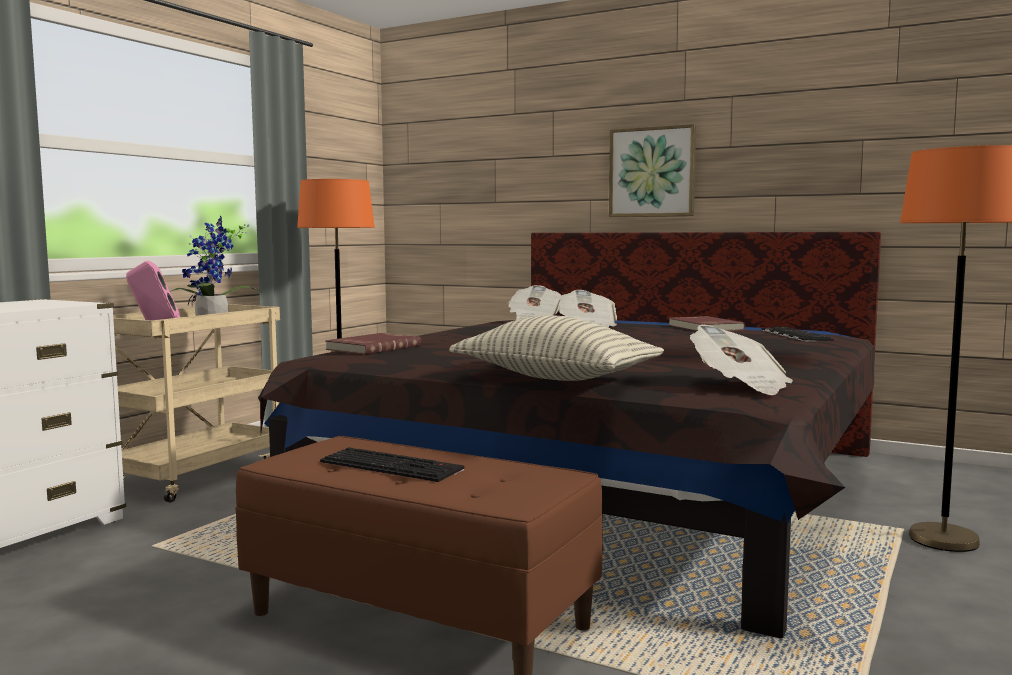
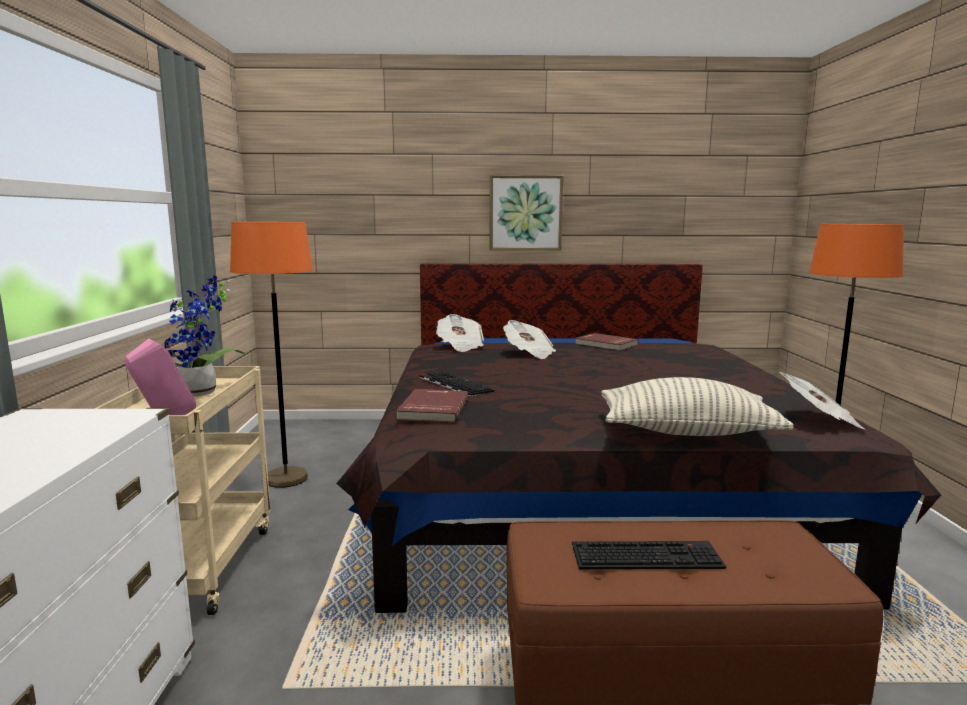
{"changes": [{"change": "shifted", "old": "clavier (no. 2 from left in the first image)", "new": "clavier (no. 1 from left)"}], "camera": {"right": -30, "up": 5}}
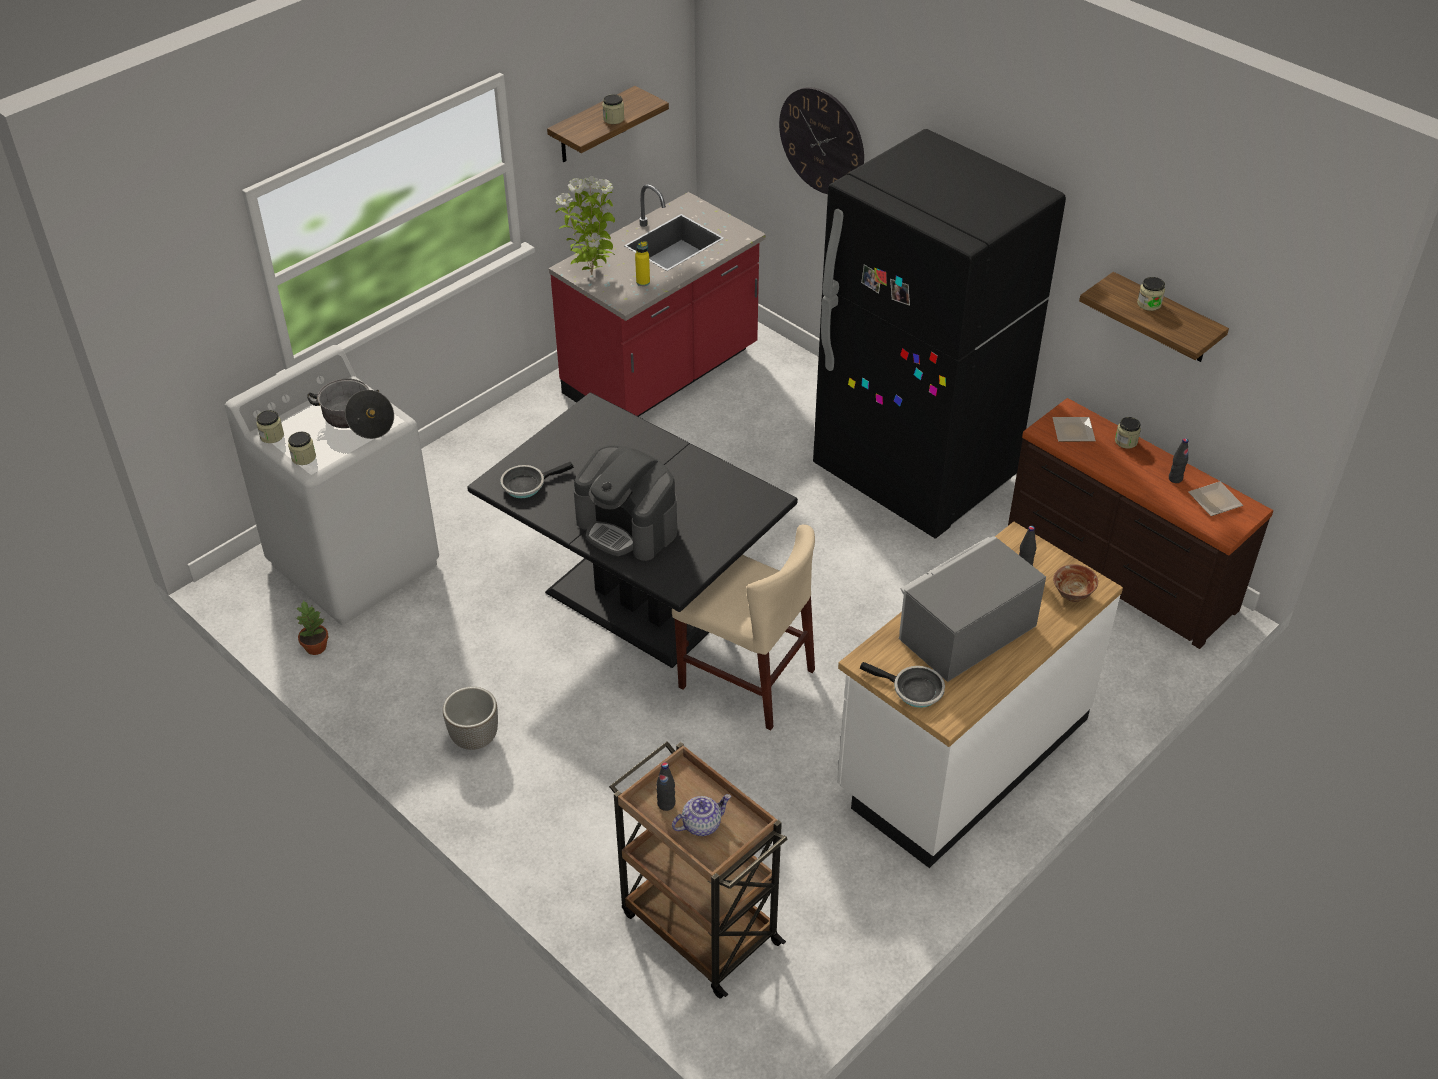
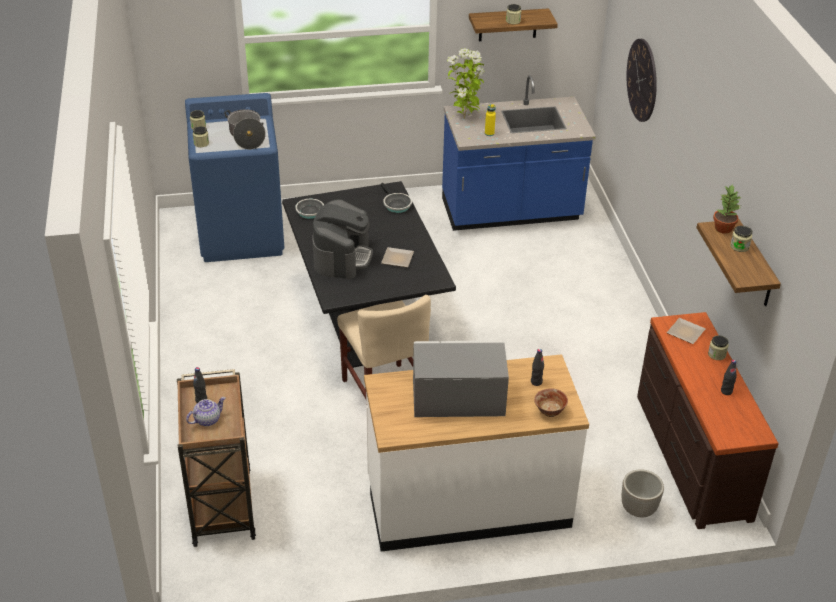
{"changes": [{"change": "gone", "old": "réfrigérateur [noir]"}, {"change": "repainted", "old": "comptoir de cuisine [rouge]", "new": "comptoir de cuisine [bleu]"}, {"change": "repainted", "old": "lave-linge [blanc]", "new": "lave-linge [bleu]"}, {"change": "rotated", "old": "machine à café", "degrees": -150}, {"change": "shifted", "old": "assiette (no. 2 from left in the first image)", "new": "assiette (no. 1 from left)"}, {"change": "shifted", "old": "plante en pot (no. 1 from left in the first image)", "new": "plante en pot (no. 2 from left)"}, {"change": "shifted", "old": "poêle (no. 2 from left)"}, {"change": "shifted", "old": "cache-pot"}, {"change": "rotated", "old": "théière", "degrees": -45}], "camera": {"right": 35, "up": -5}}
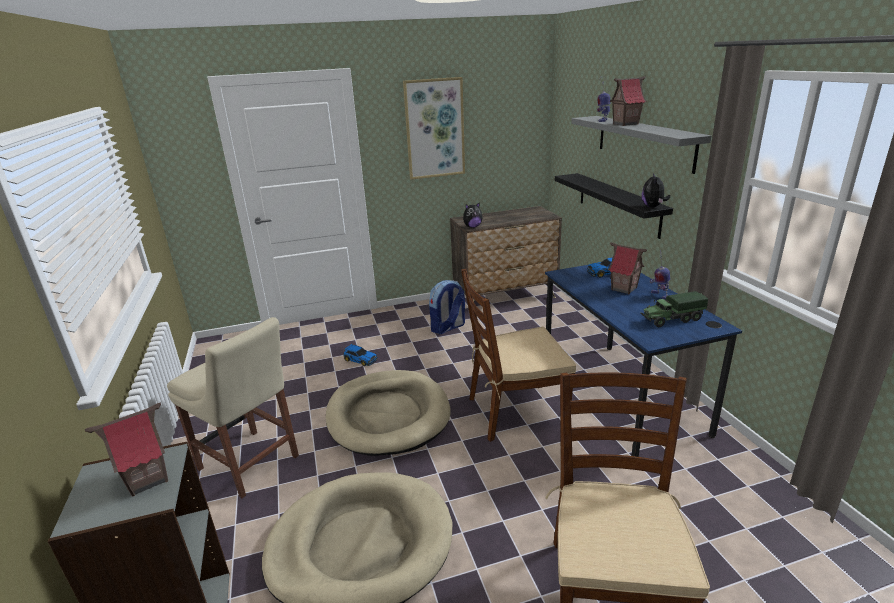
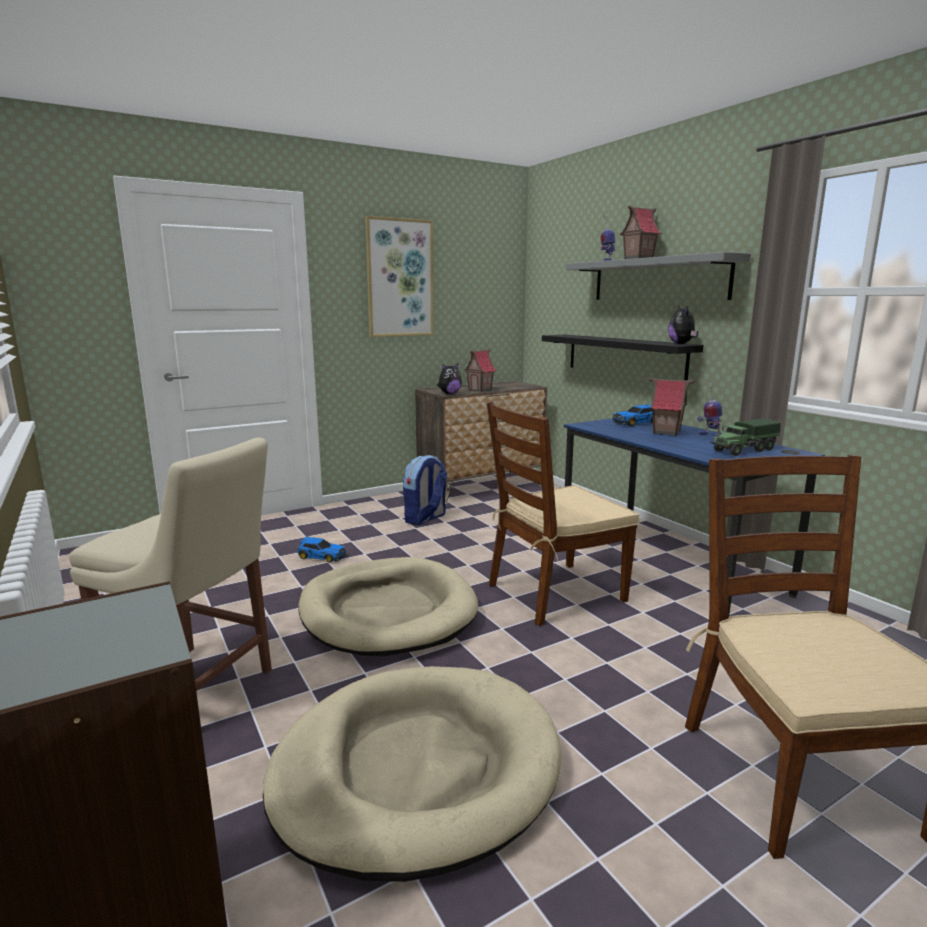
{"changes": [{"change": "shifted", "old": "maison miniature (no. 1 from left)"}], "camera": {"right": -15, "up": -10}}
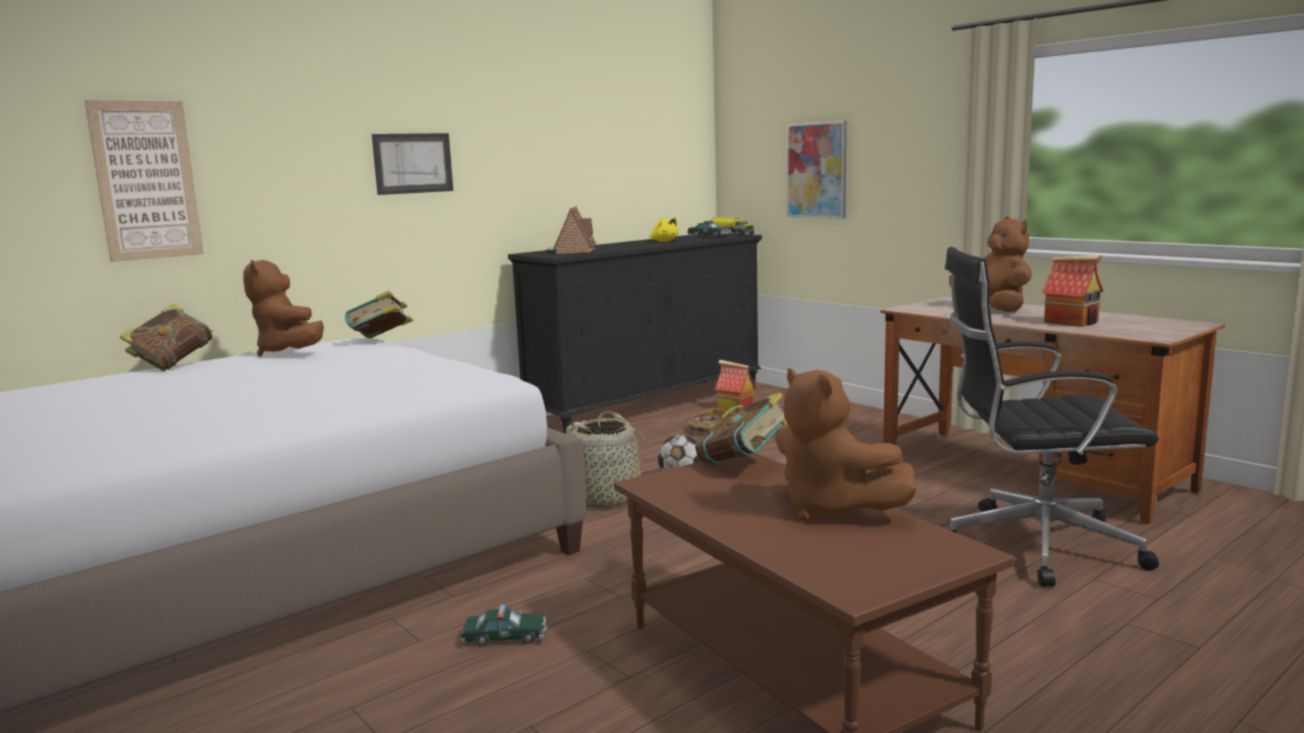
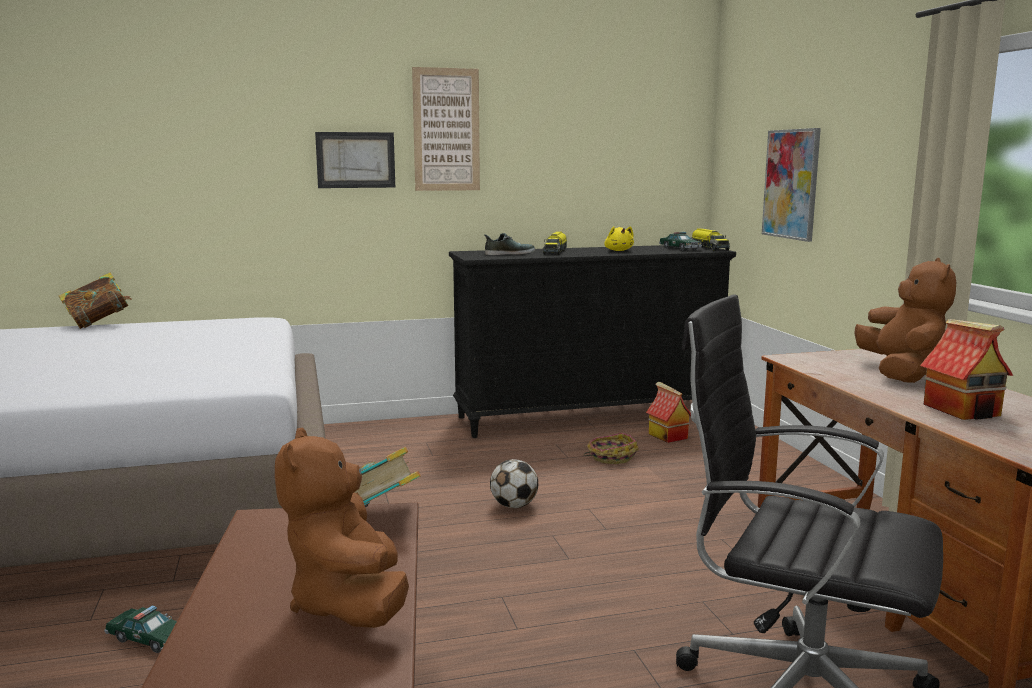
{"changes": [{"change": "shifted", "old": "tableau (no. 1 from left in the first image)", "new": "tableau (no. 2 from left)"}, {"change": "swapped", "old": "maison miniature (no. 1 from left)", "new": "chaussure"}, {"change": "gone", "old": "peluche [marron] (no. 1 from left)"}, {"change": "gone", "old": "livre (no. 2 from left)"}, {"change": "gone", "old": "panier (no. 1 from left)"}, {"change": "new", "new": "camion jouet (no. 1 from left)"}], "camera": {"right": 25, "up": 0}}
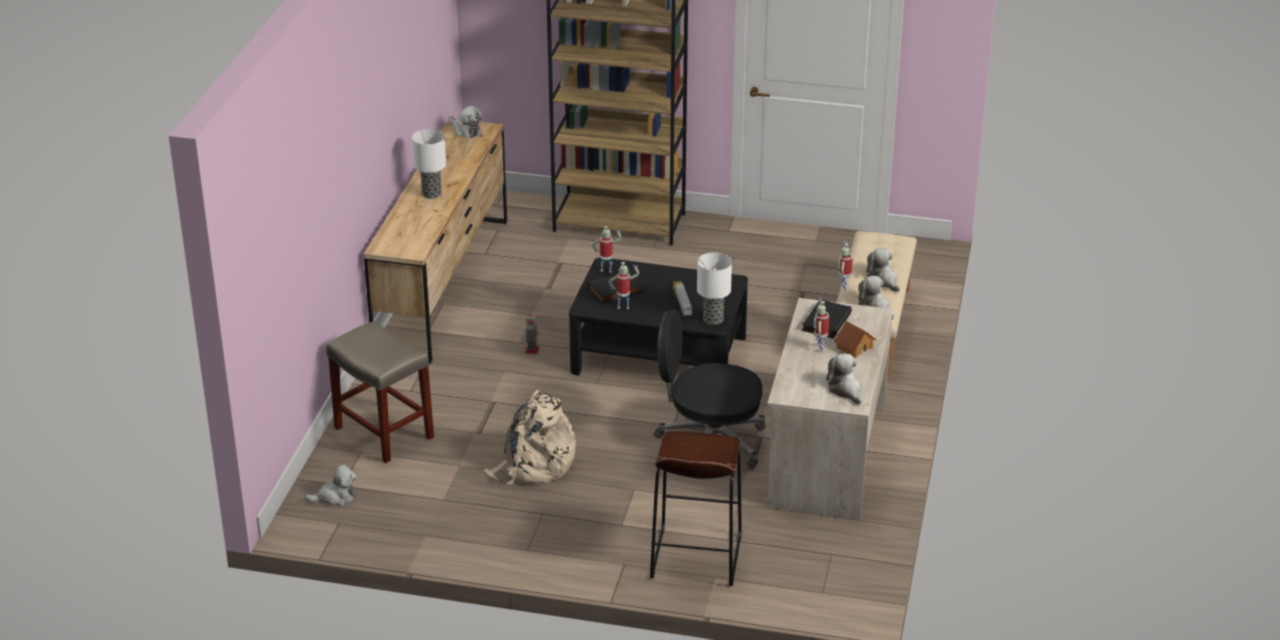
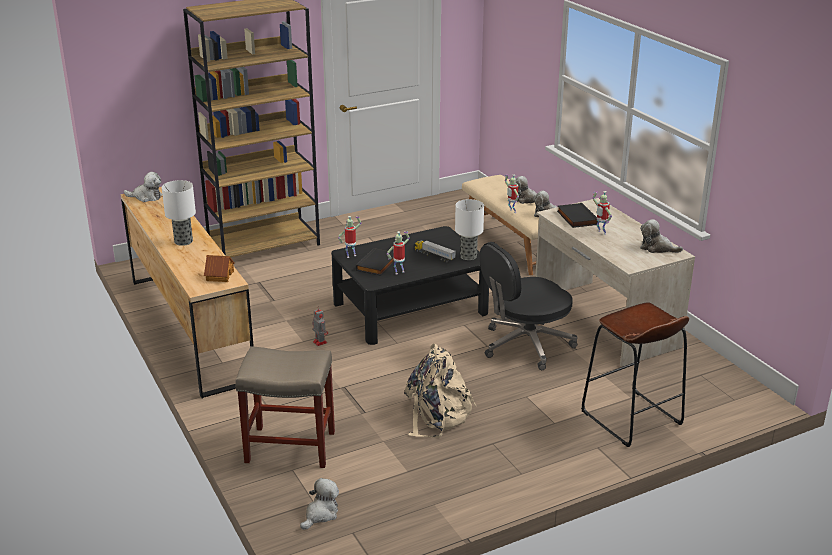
{"changes": [{"change": "shifted", "old": "maison miniature"}], "camera": {"right": -40, "up": -5}}
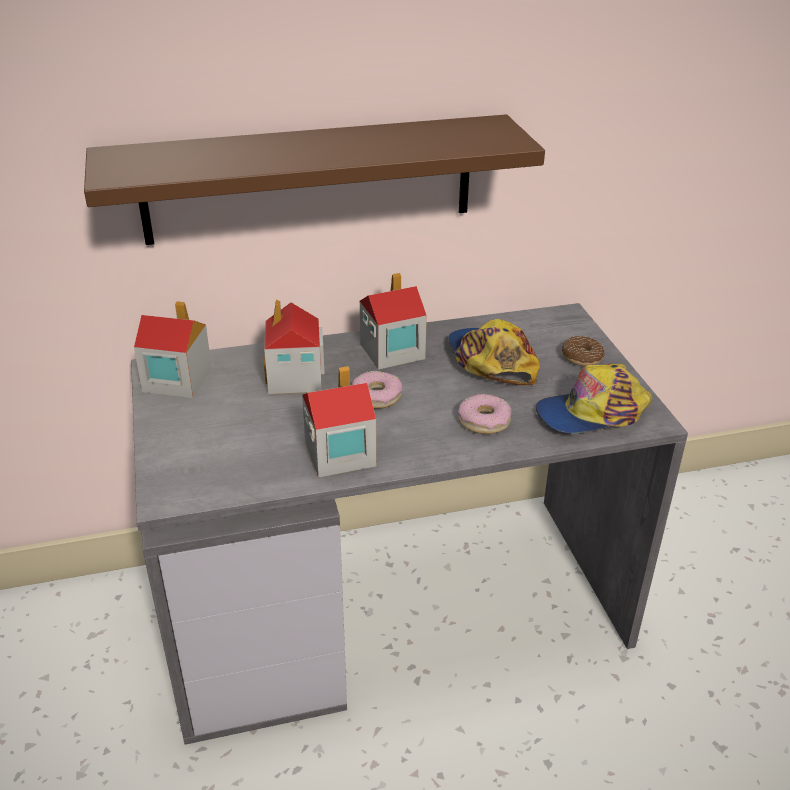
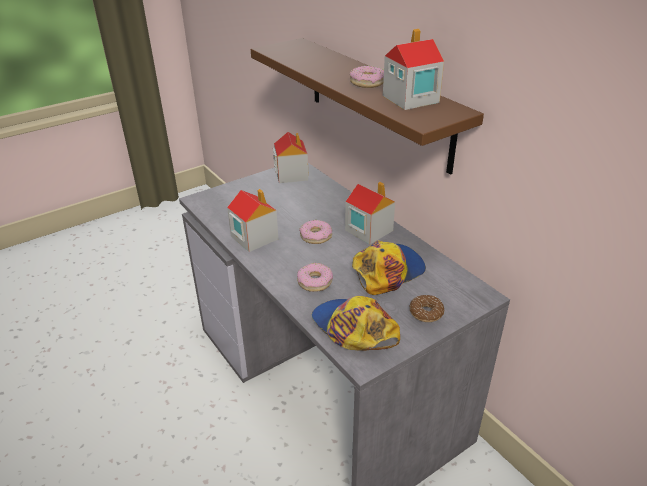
{"changes": [{"change": "shifted", "old": "maison miniature (no. 2 from left in the first image)", "new": "maison miniature (no. 4 from left)"}, {"change": "new", "new": "beignet (no. 3 from left)"}], "camera": {"right": 70, "up": 0}}
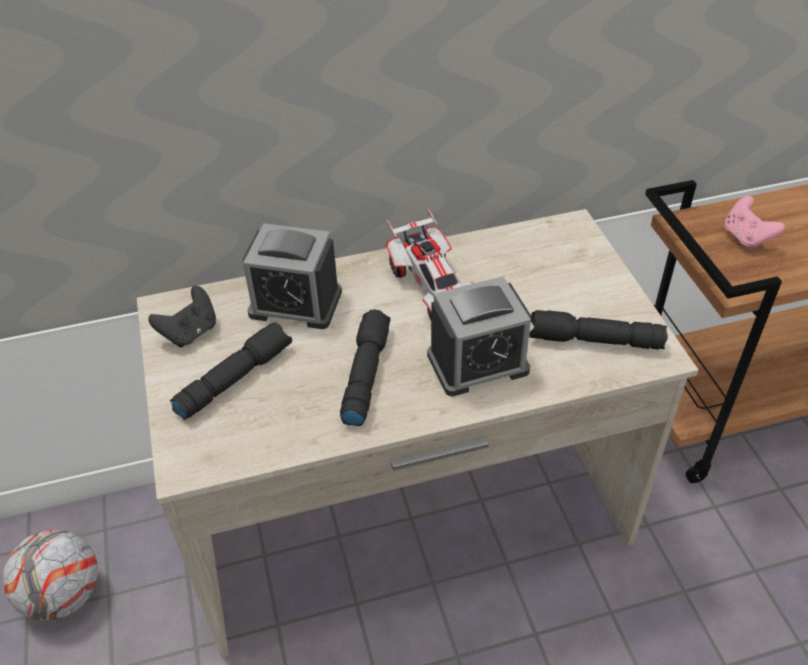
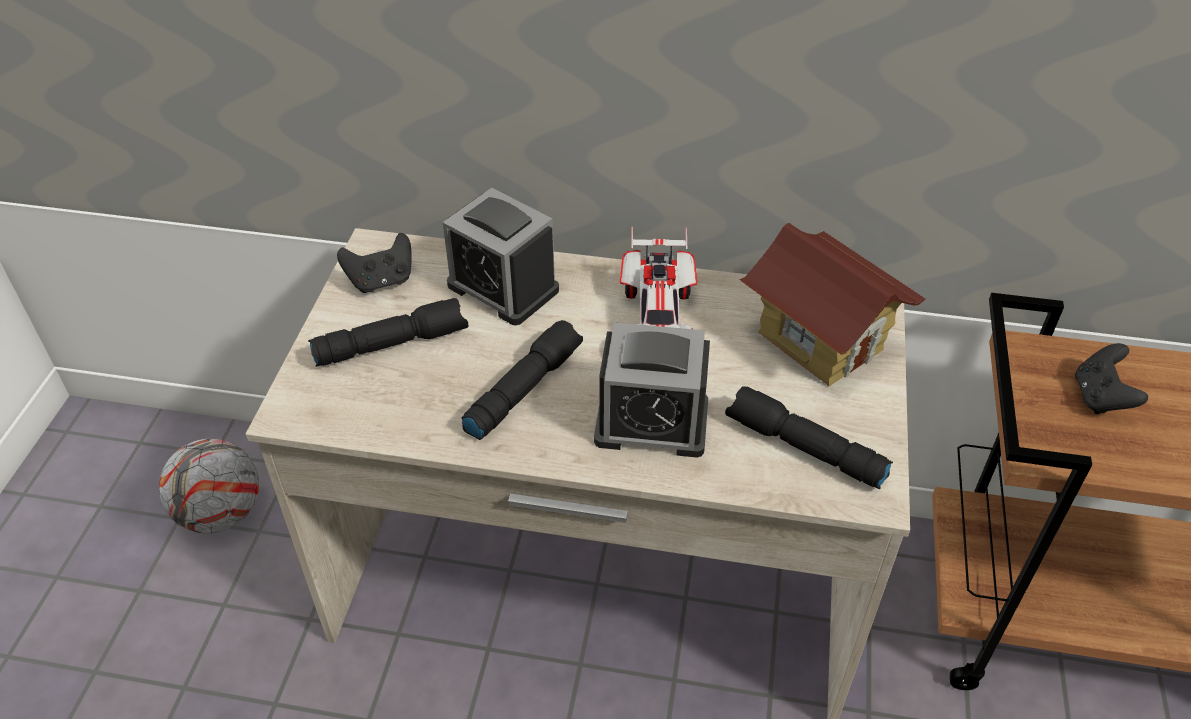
{"changes": [{"change": "repainted", "old": "manette [rose]", "new": "manette [noir] (no. 2 from left)"}, {"change": "new", "new": "maison miniature"}], "camera": {"right": 25, "up": 0}}
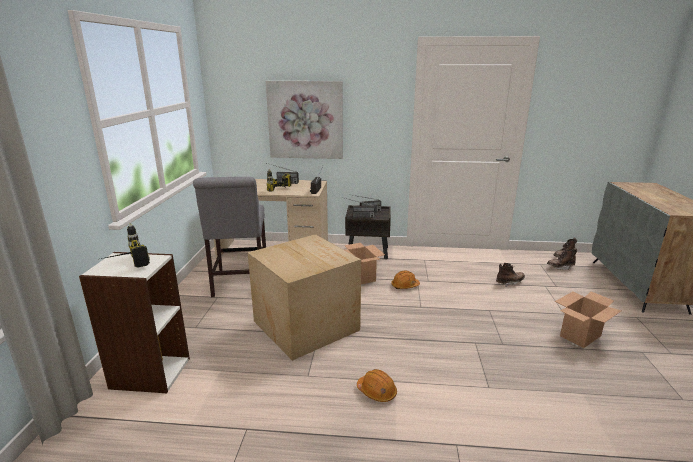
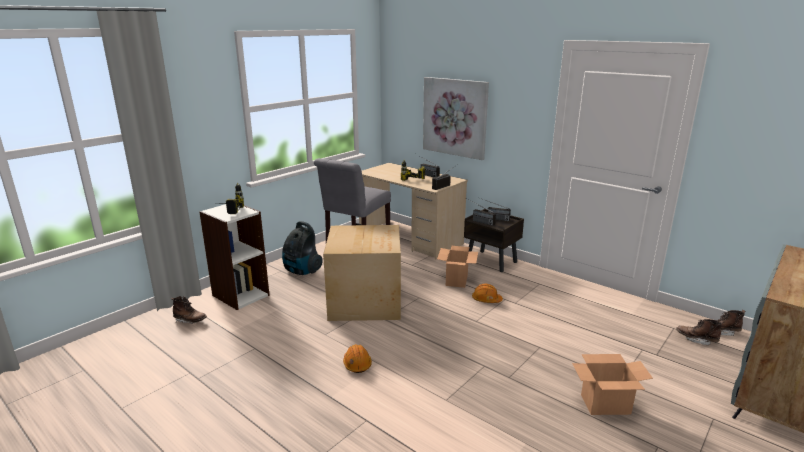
{"changes": [{"change": "shifted", "old": "botte [marron] (no. 1 from left)"}, {"change": "new", "new": "aspirateur"}], "camera": {"right": 35, "up": 0}}
